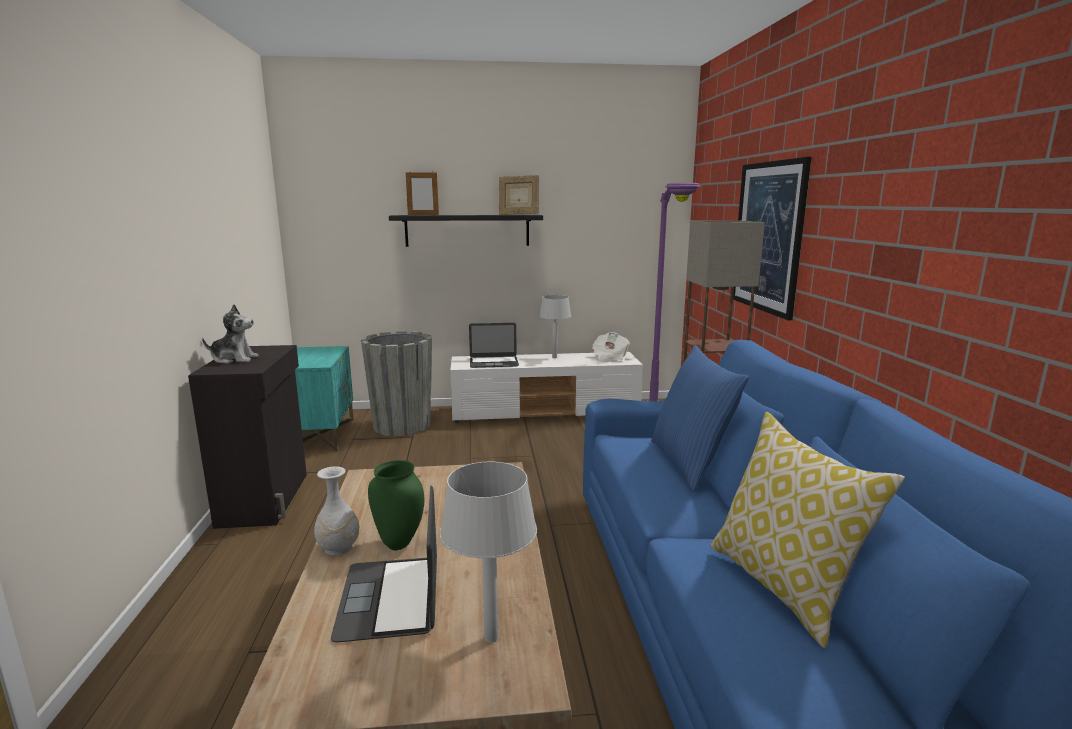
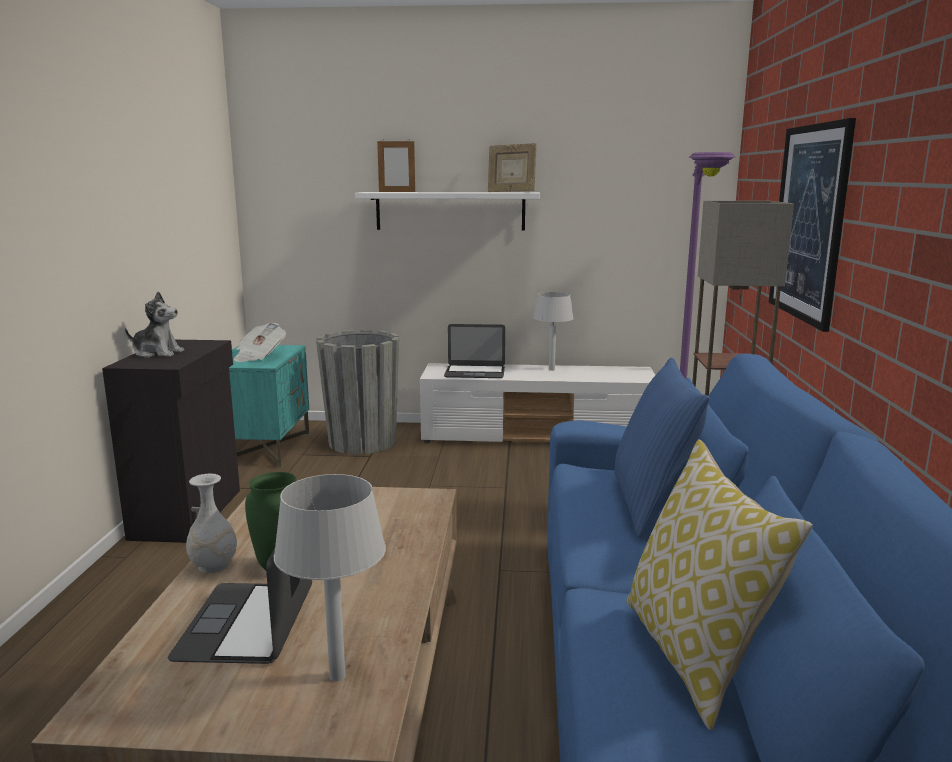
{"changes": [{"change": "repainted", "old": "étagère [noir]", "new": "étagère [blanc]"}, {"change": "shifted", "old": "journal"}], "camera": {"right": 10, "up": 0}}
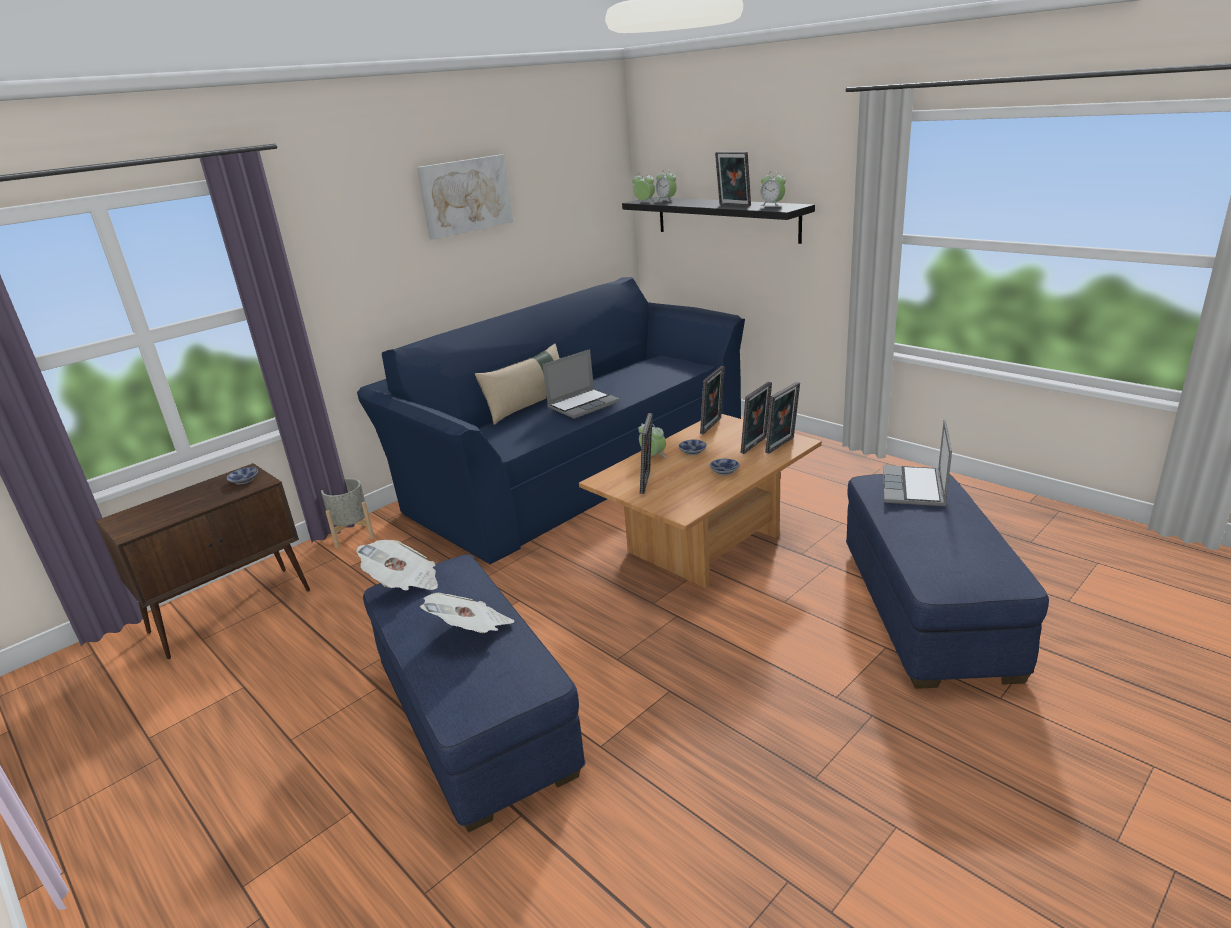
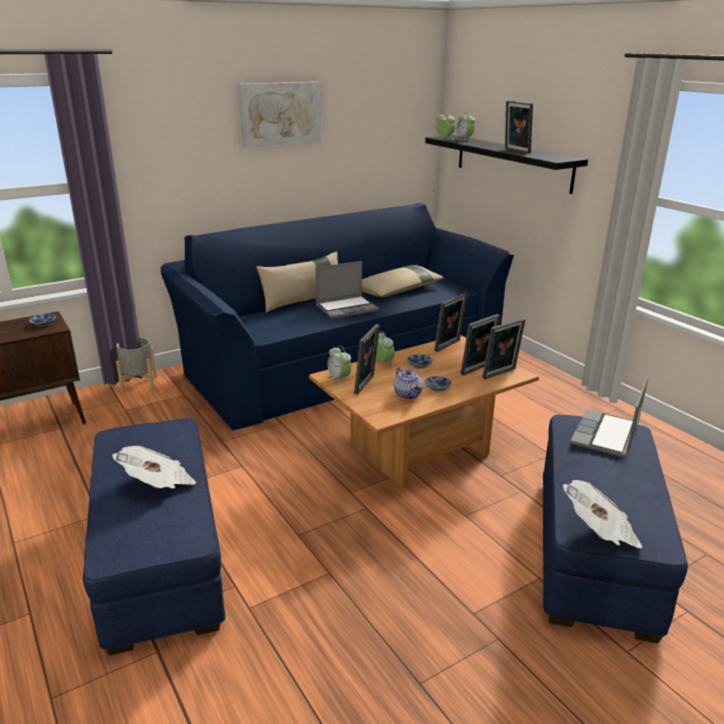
{"changes": [{"change": "shifted", "old": "réveil (no. 4 from left in the first image)", "new": "réveil (no. 1 from left)"}, {"change": "shifted", "old": "journal (no. 1 from left in the first image)", "new": "journal (no. 2 from left)"}, {"change": "new", "new": "coussin [beige] (no. 2 from left)"}, {"change": "new", "new": "théière"}], "camera": {"right": 10, "up": 0}}
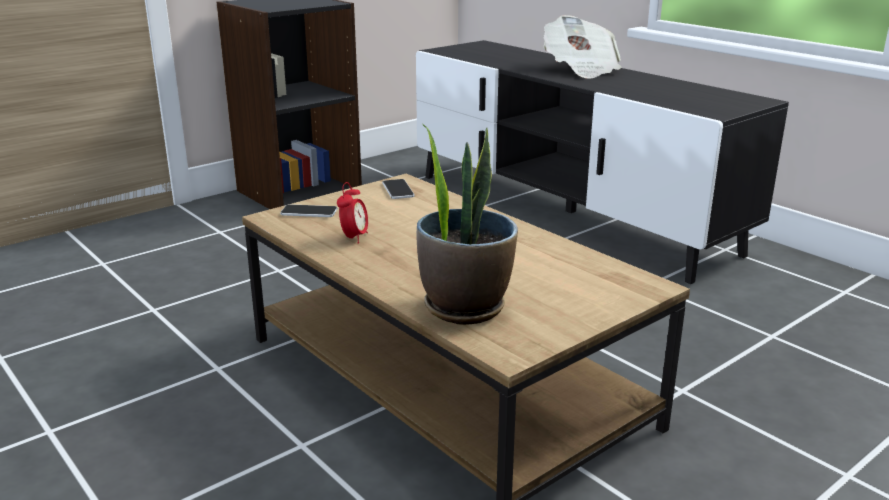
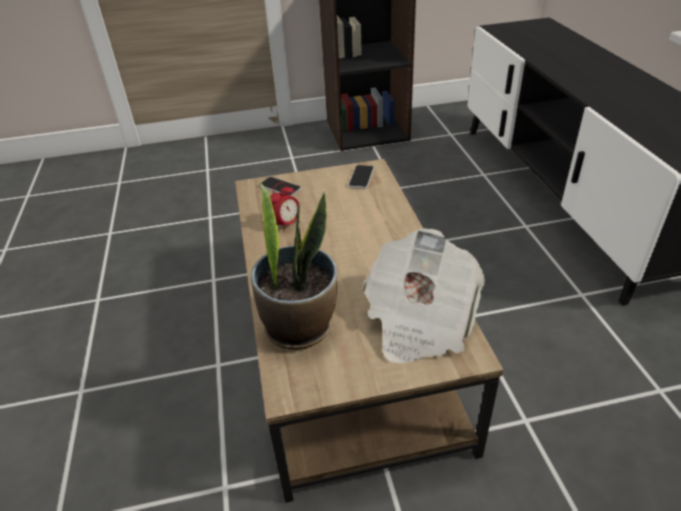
{"changes": [{"change": "shifted", "old": "journal"}], "camera": {"right": 30, "up": 15}}
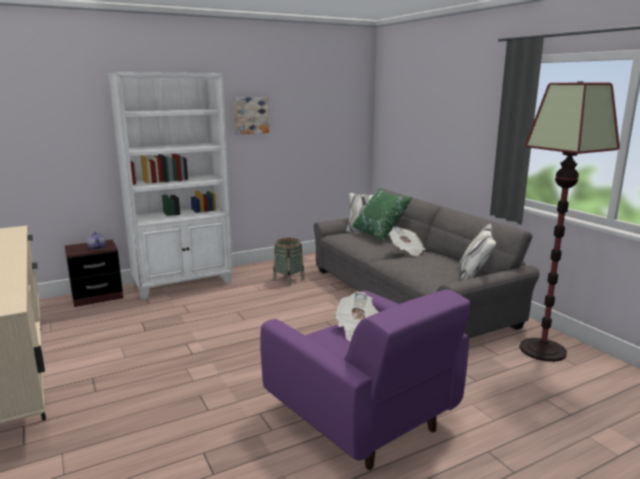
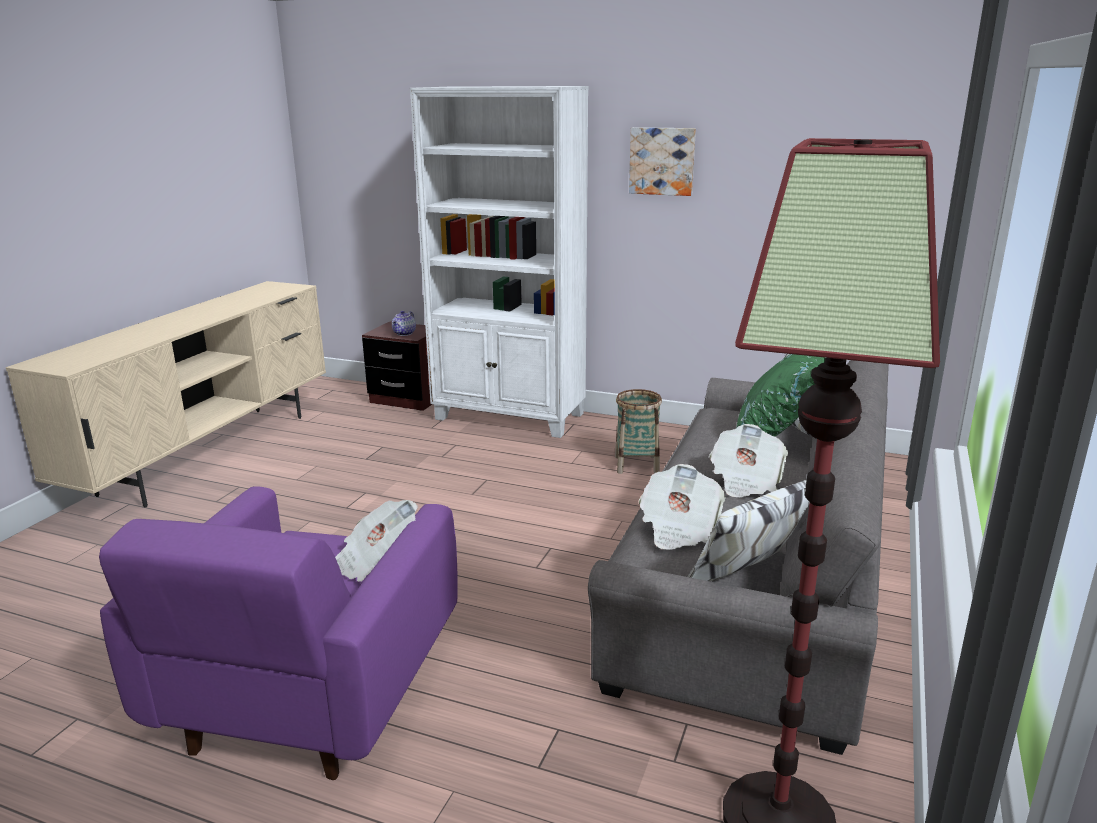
{"changes": [{"change": "new", "new": "journal (no. 2 from left)"}], "camera": {"right": 50, "up": 5}}
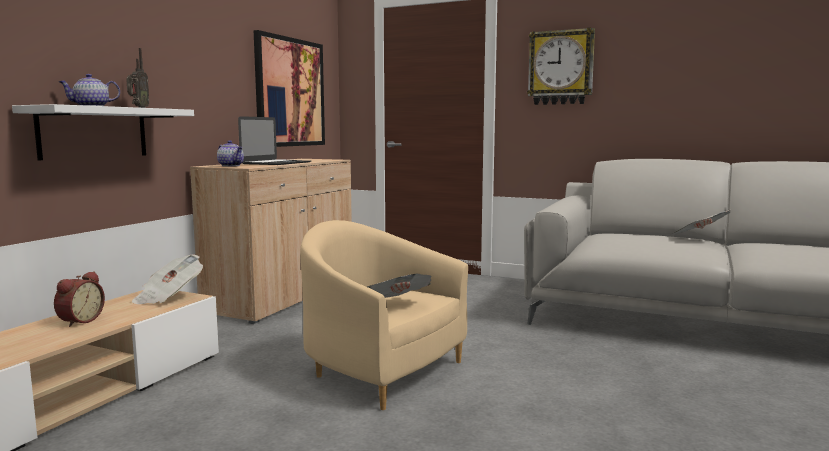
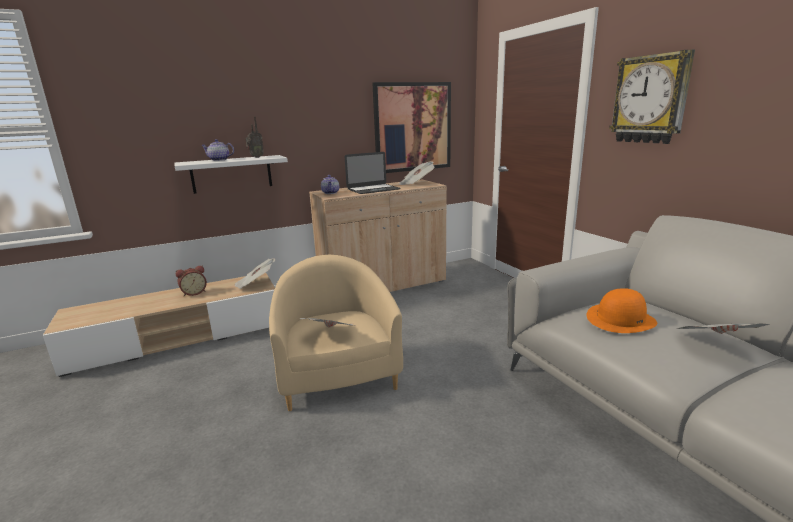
{"changes": [{"change": "new", "new": "journal (no. 3 from left)"}, {"change": "new", "new": "chapeau [orange]"}], "camera": {"right": 40, "up": 10}}
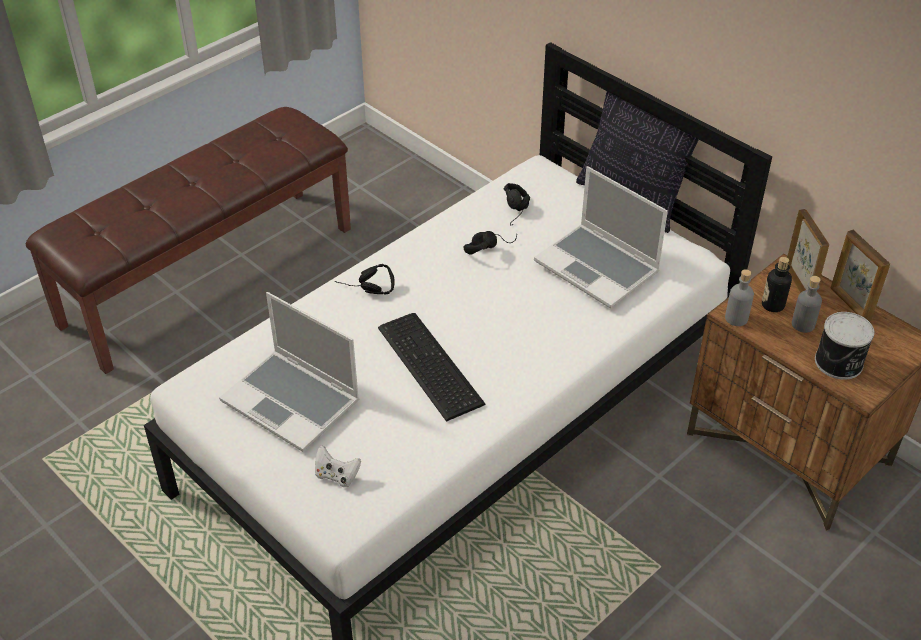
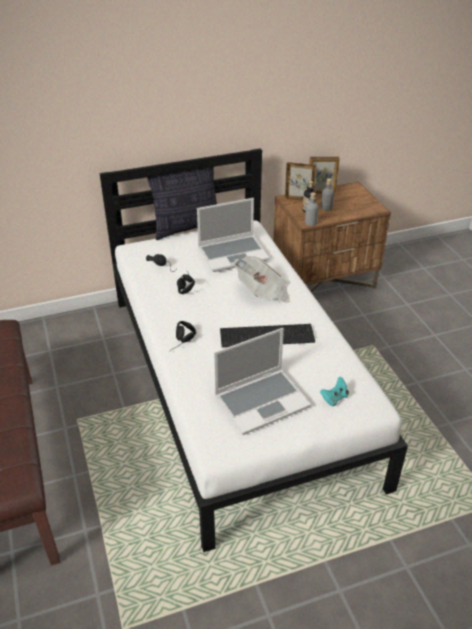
{"changes": [{"change": "gone", "old": "boîte métallique"}, {"change": "repainted", "old": "manette [blanc]", "new": "manette [turquoise]"}, {"change": "new", "new": "journal"}], "camera": {"right": -65, "up": -5}}
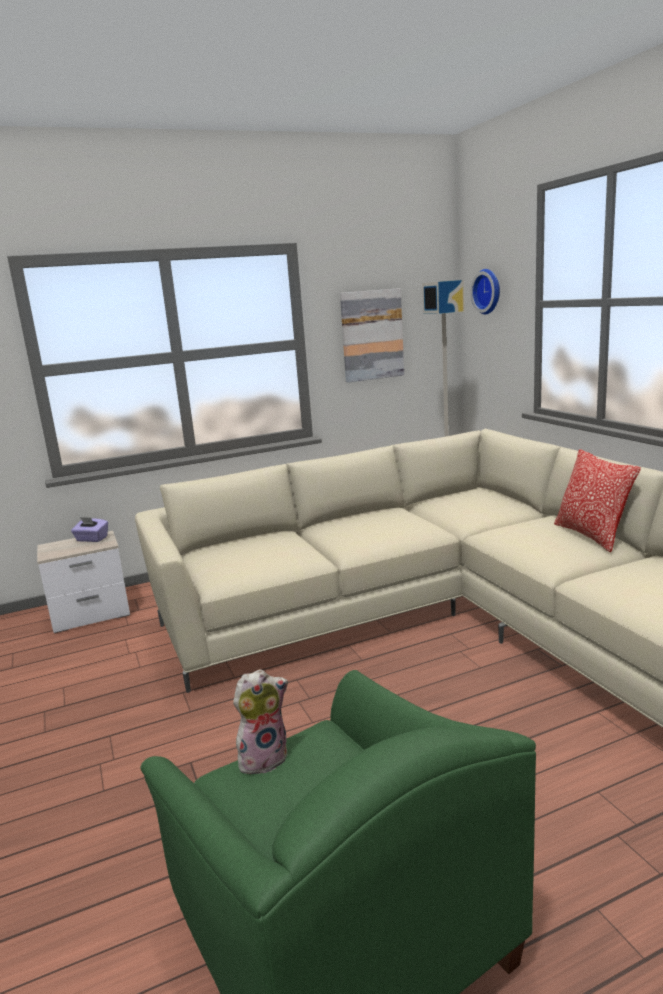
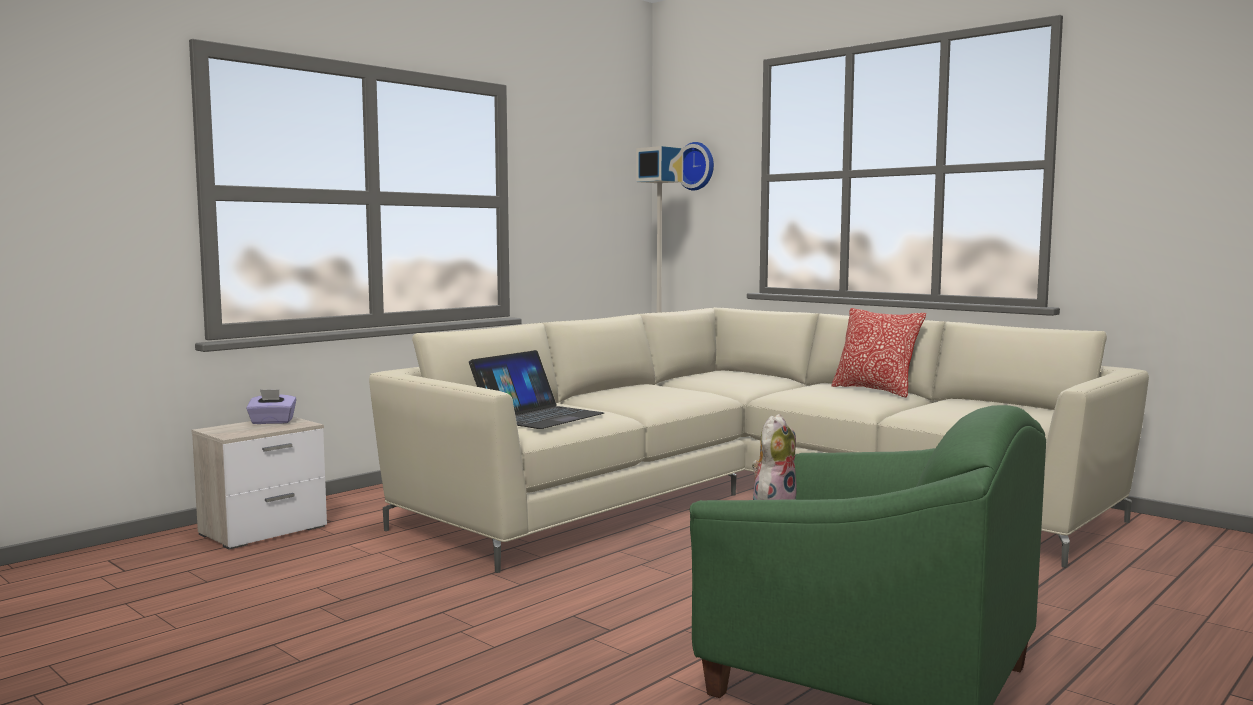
{"changes": [{"change": "gone", "old": "tableau"}, {"change": "new", "new": "ordinateur portable"}], "camera": {"right": -25, "up": -10}}
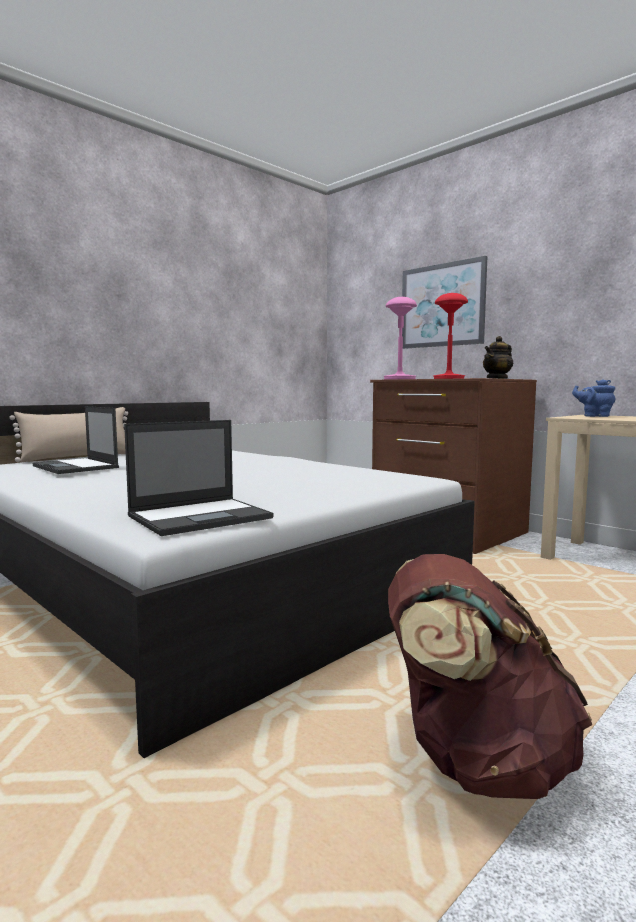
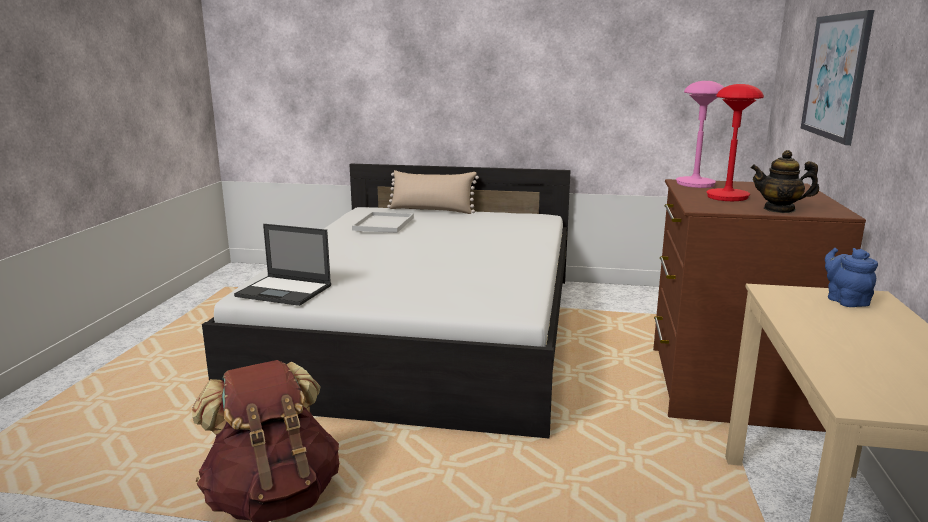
{"changes": [{"change": "swapped", "old": "ordinateur portable (no. 1 from left)", "new": "plateau [blanc]"}], "camera": {"right": 55, "up": 10}}
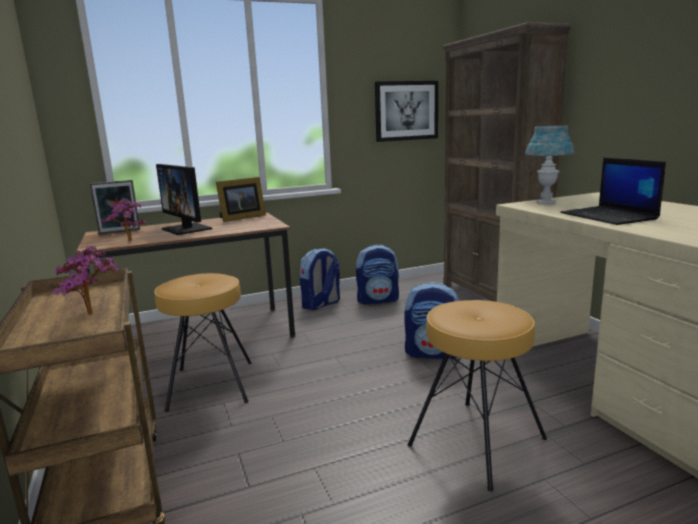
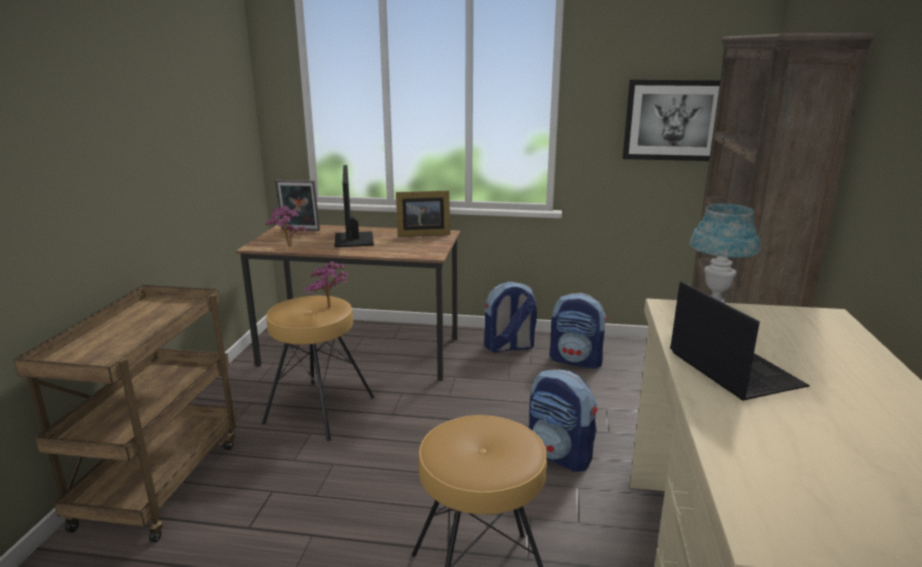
{"changes": [{"change": "rotated", "old": "ordinateur portable", "degrees": 150}, {"change": "shifted", "old": "plante en pot (no. 1 from left in the first image)", "new": "plante en pot (no. 2 from left)"}], "camera": {"right": 30, "up": 5}}
